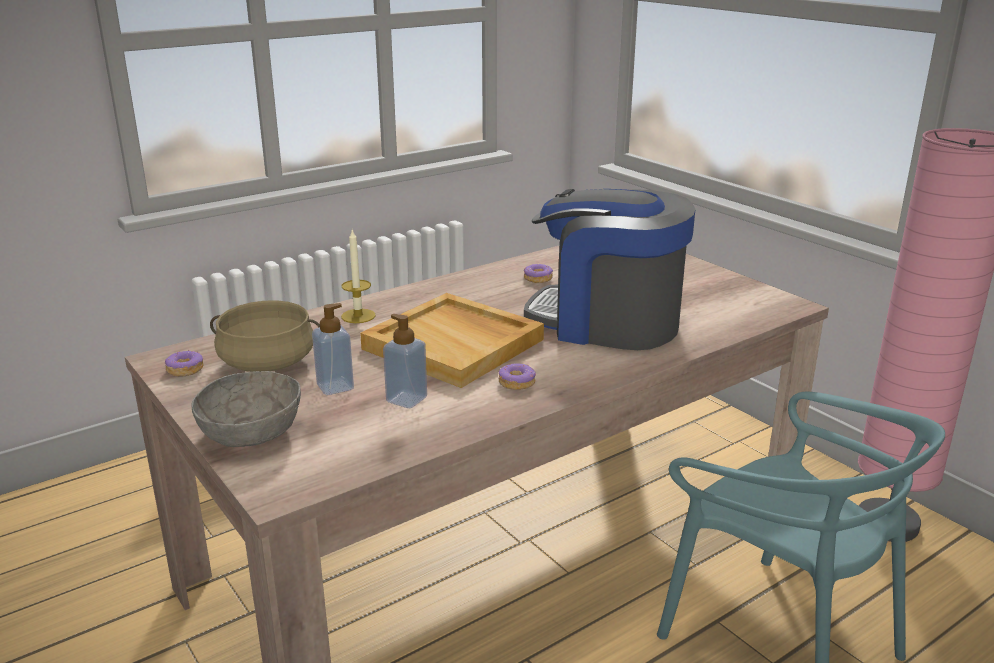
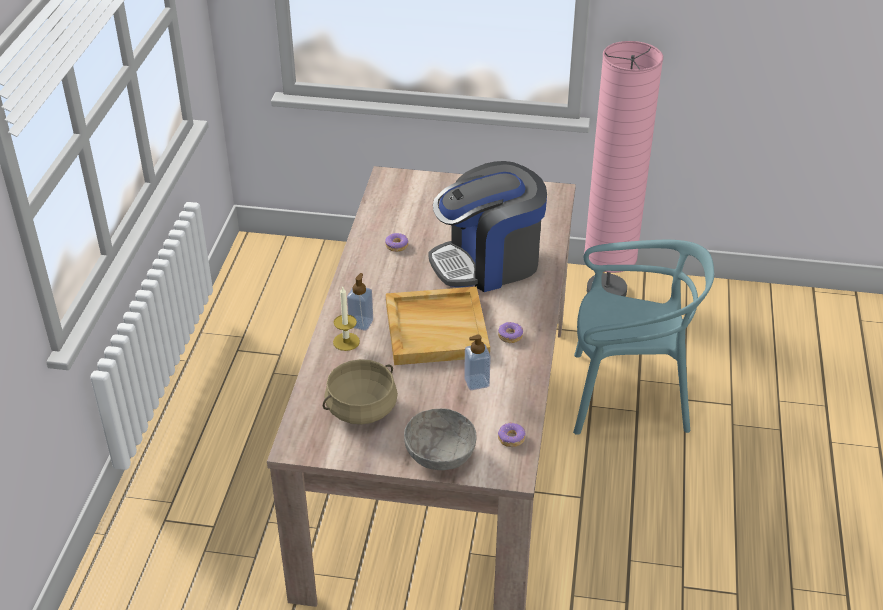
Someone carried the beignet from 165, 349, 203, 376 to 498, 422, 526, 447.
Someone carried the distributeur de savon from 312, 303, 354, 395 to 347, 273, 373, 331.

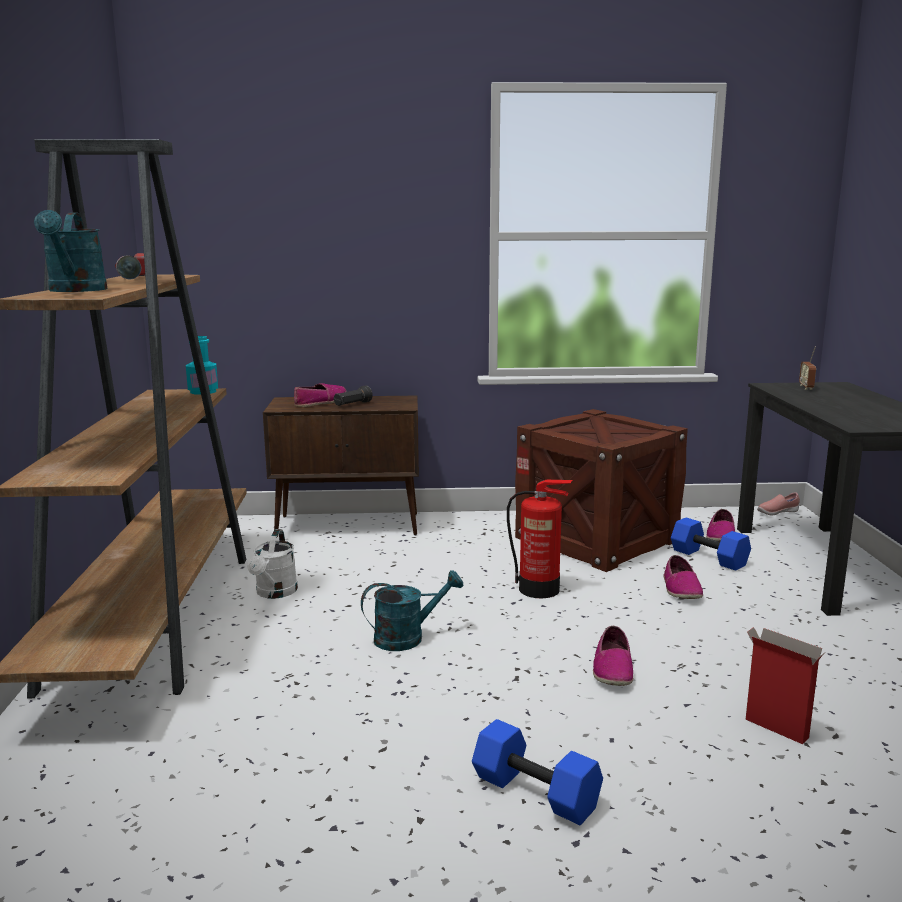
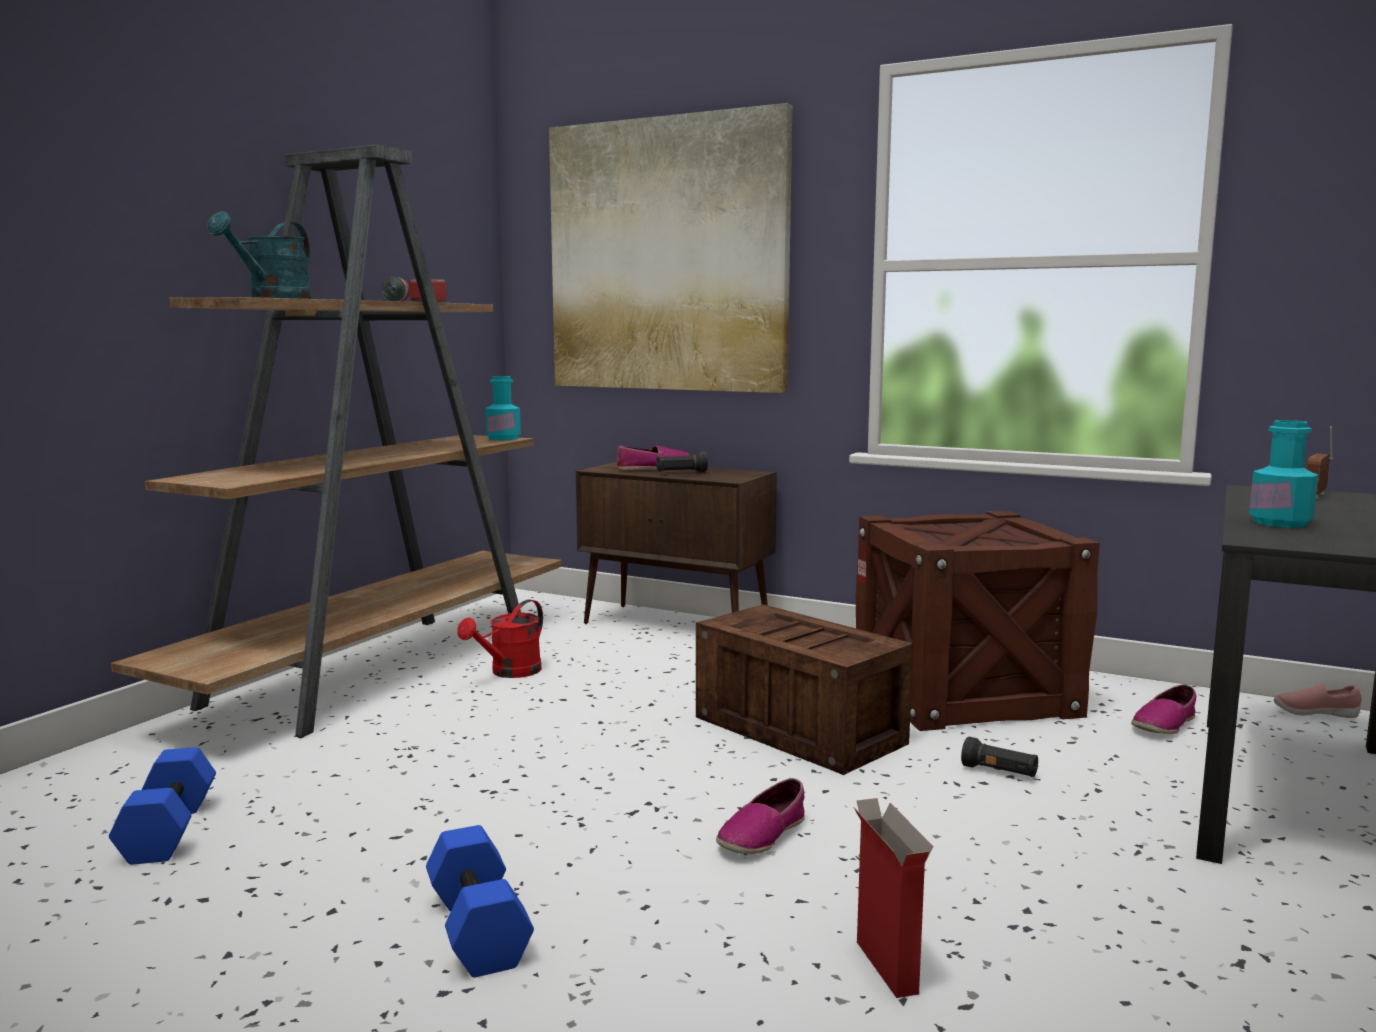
Someone took away the arrosoir [turquoise] at 361, 570, 464, 651.
Someone put up the tableau at 549, 103, 792, 393.
Someone put down the bouteille [turquoise] at 1249, 420, 1319, 528.
Someone carried the haltère [bleu] from 671, 518, 751, 571 to 109, 747, 216, 865.
Someone swapped the extincteur at 507, 480, 572, 598 for the caisse at 696, 604, 913, 775.
Someone swapped the chaussure at 664, 555, 703, 599 for the lampe de poche [noir] at 961, 737, 1038, 777.
Someone repainted the arrosoir [blanc] at 247, 529, 298, 599, which became the arrosoir [rouge] at 457, 600, 543, 678.

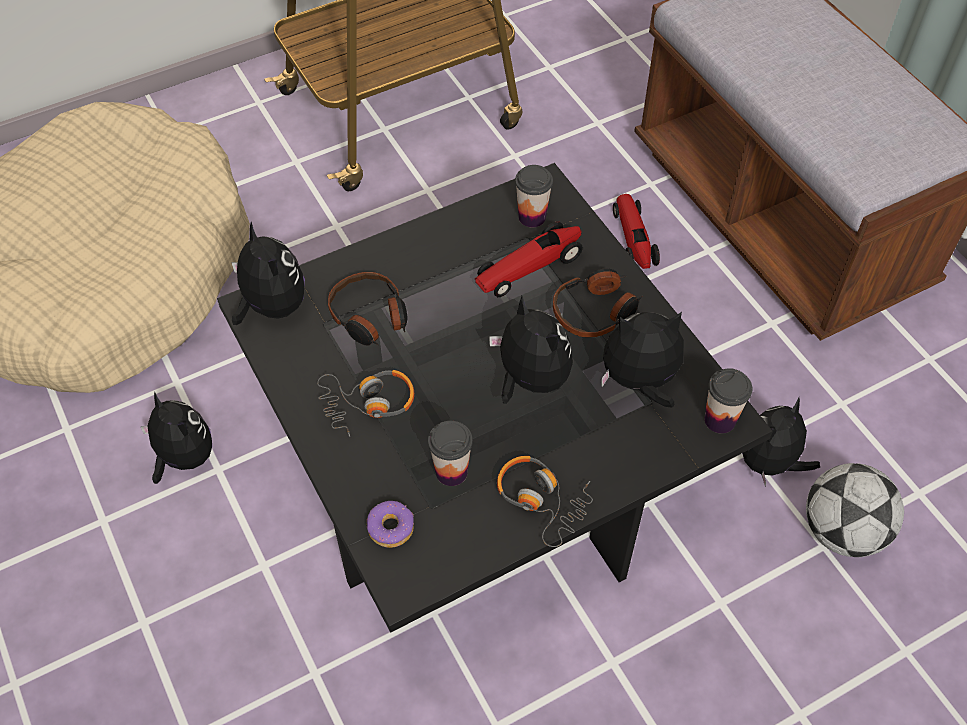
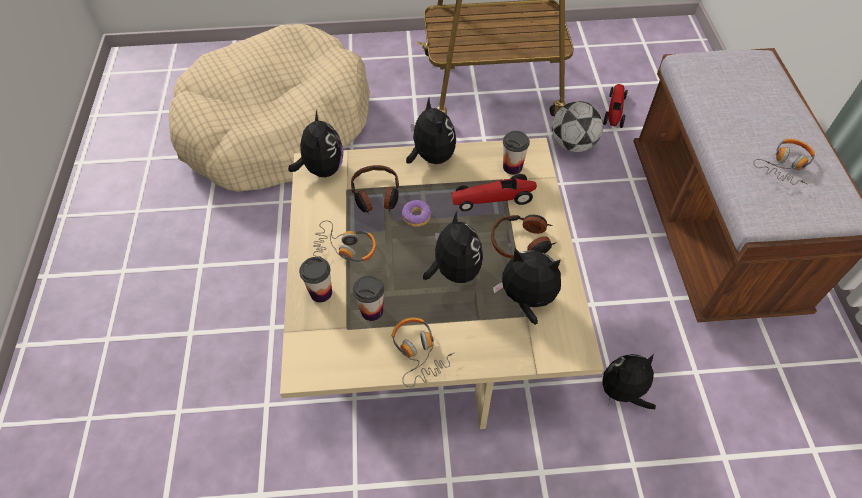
Someone put down the casque audio at 753, 139, 815, 185.
Someone carried the peluche from 140, 391, 212, 484 to 406, 98, 456, 164.
Someone carried the beignet from 367, 501, 414, 548 to 402, 200, 432, 227.
Someone carried the petite voiture from 613, 194, 660, 269 to 603, 84, 628, 128.
Someone carried the tasse from 704, 368, 752, 434 to 299, 257, 332, 302.
Someone carried the ballon de foot from 806, 463, 904, 557 to 552, 101, 603, 152.
Someone repainted the table basse [noir] at 217, 163, 773, 633, which became the table basse [beige] at 280, 138, 604, 429.

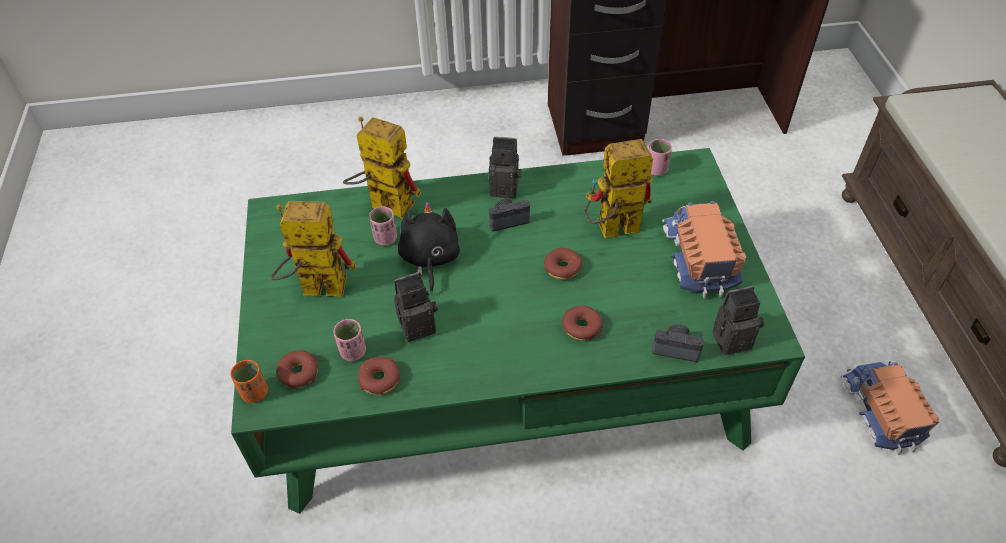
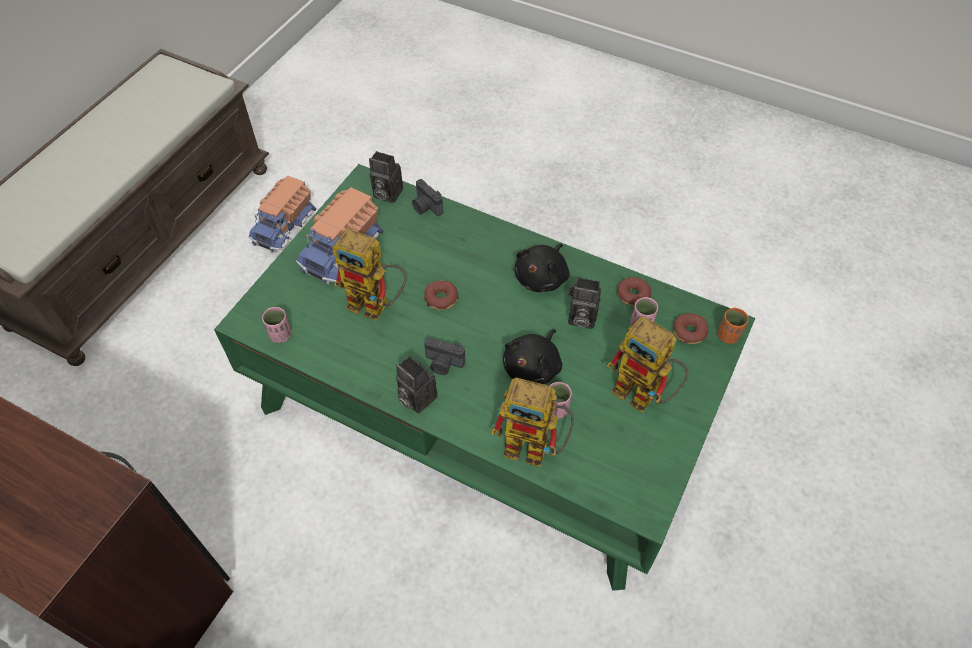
Someone took away the beignet at 562, 306, 603, 340.
Someone put down the peluche [noir] at 514, 243, 569, 292.
Someone rotated the robot jouet at 343, 117, 421, 219 by 45 degrees counterclockwise.

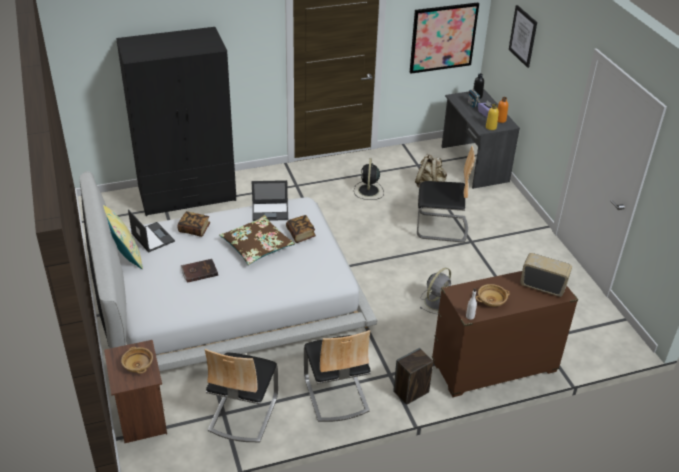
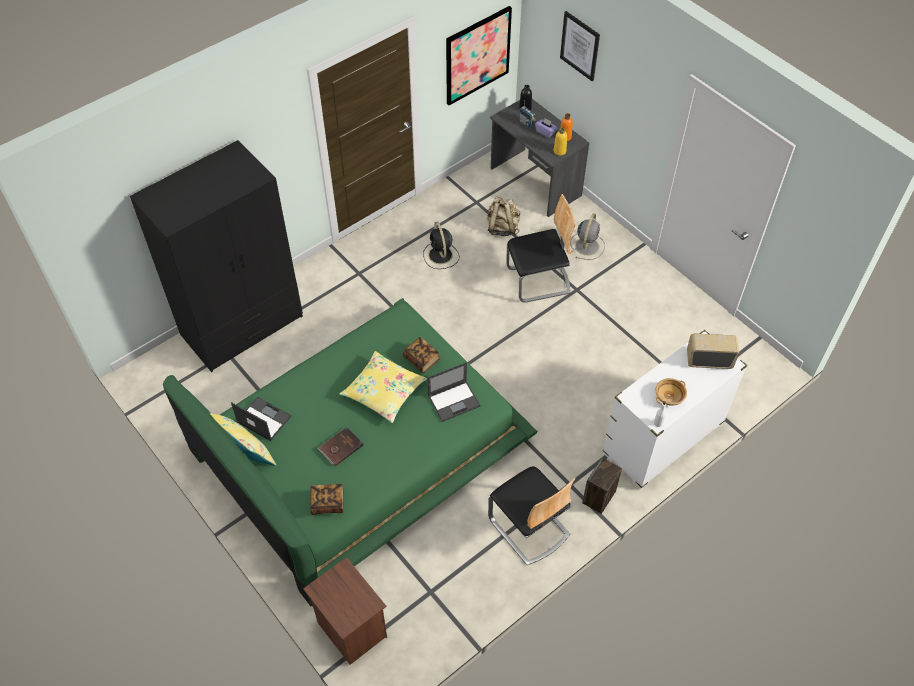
Someone took away the bol [beige] at 121, 347, 153, 374.
Someone took away the chaise at 205, 349, 278, 442.
Someone carried the livre from 177, 211, 210, 237 to 310, 484, 344, 515.
Someone carried the ordinateur portable from 251, 180, 288, 221 to 427, 362, 481, 422.
Someone carried the ventilateur [gris] from 419, 268, 451, 314 to 570, 213, 605, 260.
Someone repainted the lit [blanc] at 80, 171, 378, 372, which became the lit [vert] at 163, 298, 537, 606.
Someone repainted the coussin [marron] at 219, 215, 295, 265, which became the coussin [jaune] at 340, 351, 427, 423.
Someone repainted the commode [marron] at 432, 271, 578, 397, which became the commode [blanc] at 603, 330, 747, 489.

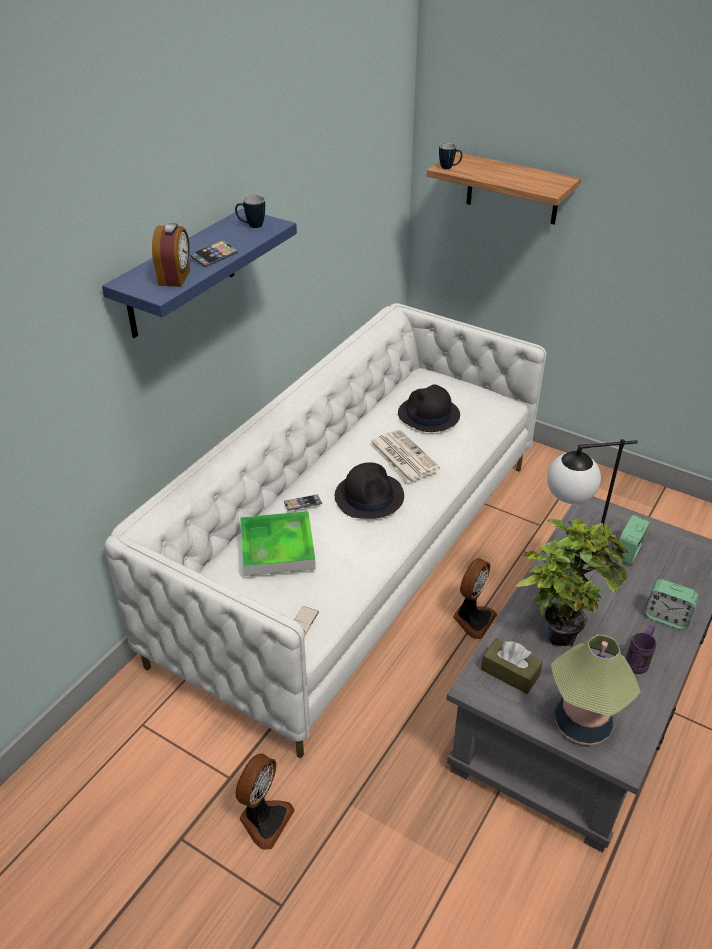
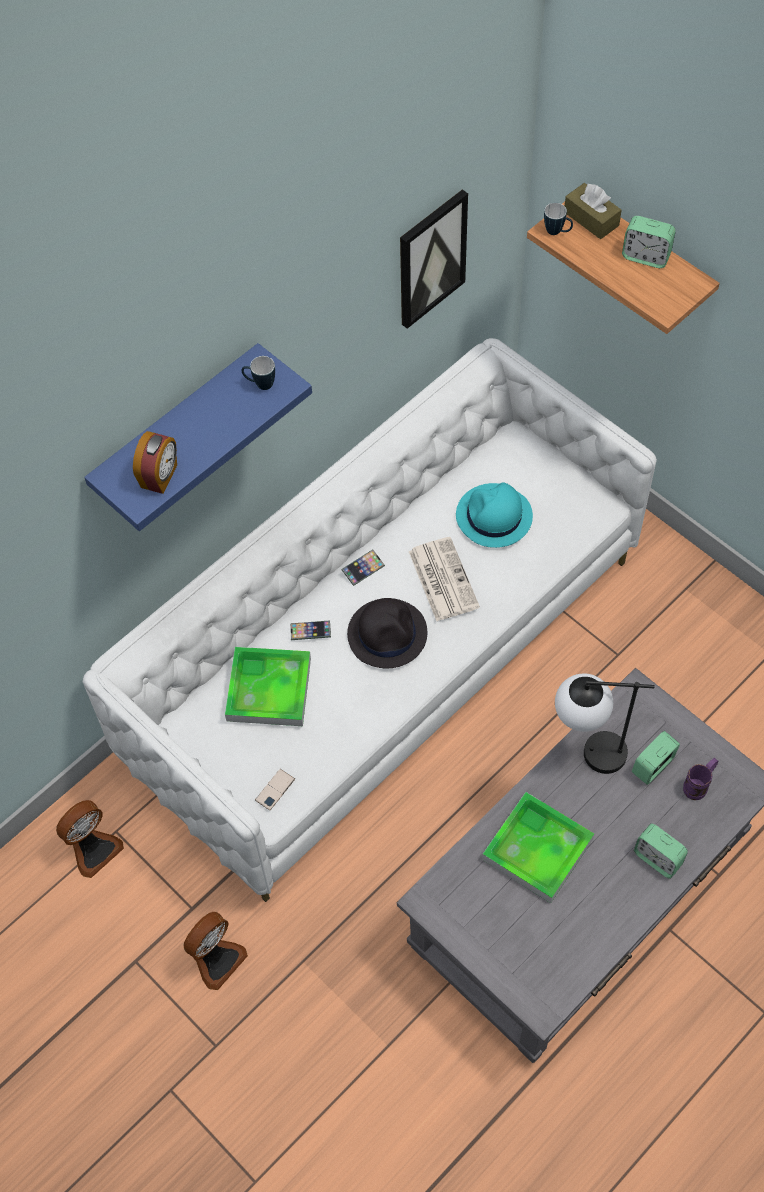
Someone took away the lampe de table at 551, 634, 641, 745.
Someone put up the tableau at 400, 189, 468, 329.
Someone put down the réveil at 622, 216, 676, 268.
Someone carried the téléphone from 190, 240, 238, 267 to 341, 549, 385, 586.
Someone carried the ventilateur from 453, 558, 498, 639 to 56, 800, 124, 878.
Someone carried the boîte à mouchoirs [marron] from 481, 638, 543, 694 to 565, 183, 622, 239.
Someone carried the mug [violet] from 625, 625, 657, 674 to 683, 758, 718, 800.
Someone swapped the plante en pot at 515, 519, 628, 646 for the plateau at 482, 792, 594, 903.
Someone repainted the chapeau [noir] at 398, 385, 460, 432, which became the chapeau [turquoise] at 456, 482, 533, 548.

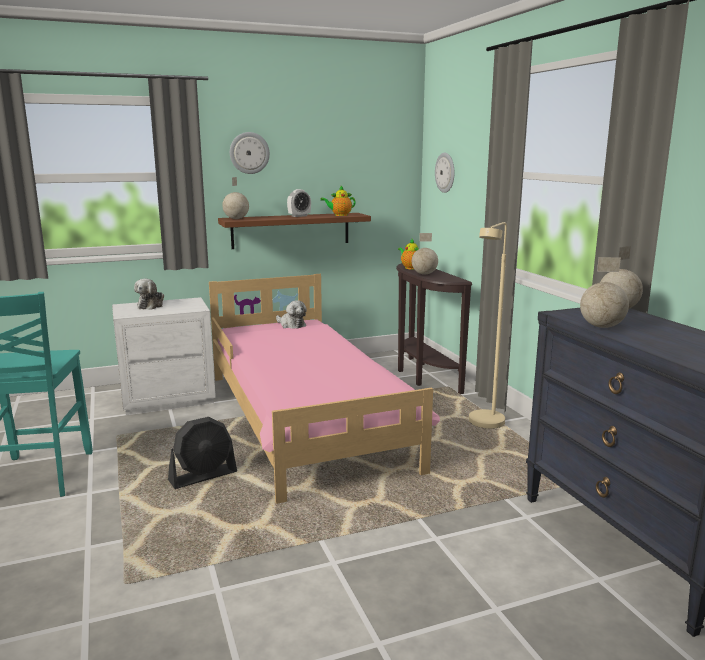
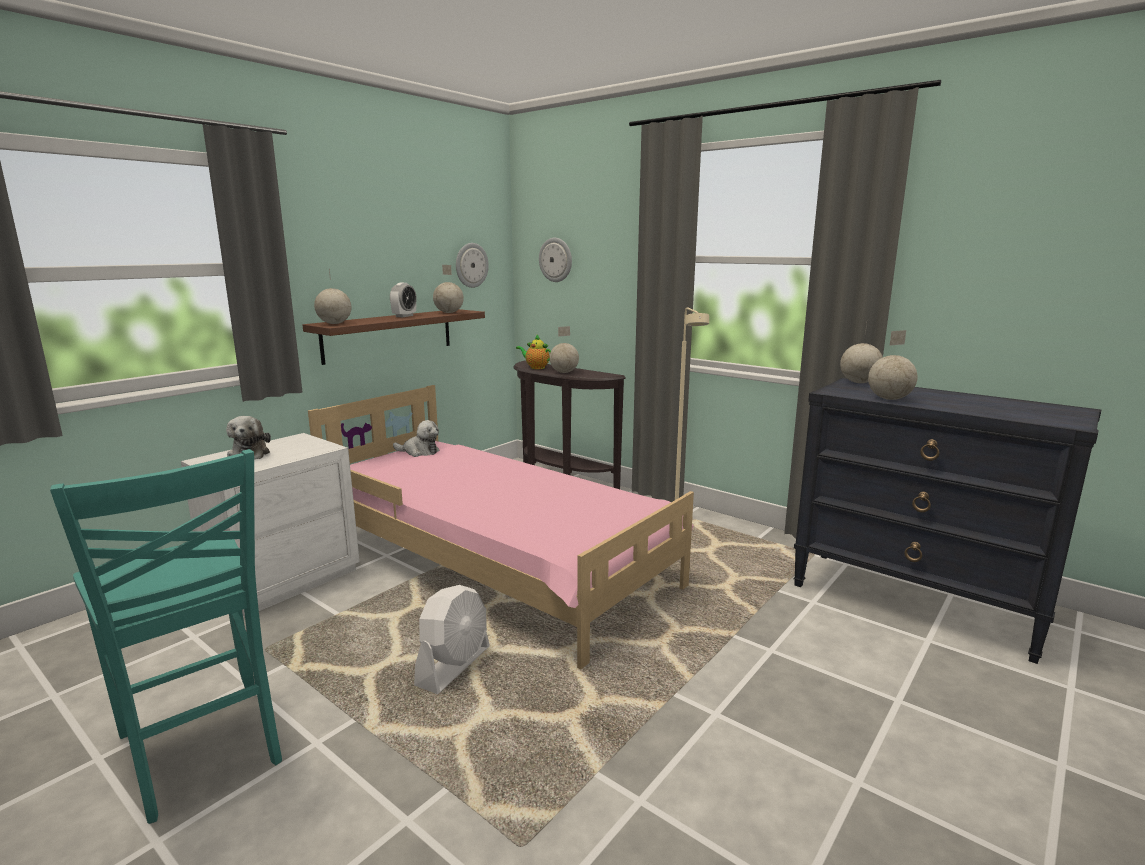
Someone carried the horloge murale from 230, 132, 270, 174 to 456, 243, 489, 288.
Someone swapped the théière at 320, 186, 356, 216 for the globe at 433, 265, 464, 313.
Someone repainted the ventilateur [noir] at 168, 417, 237, 489, which became the ventilateur [blanc] at 414, 585, 490, 694.

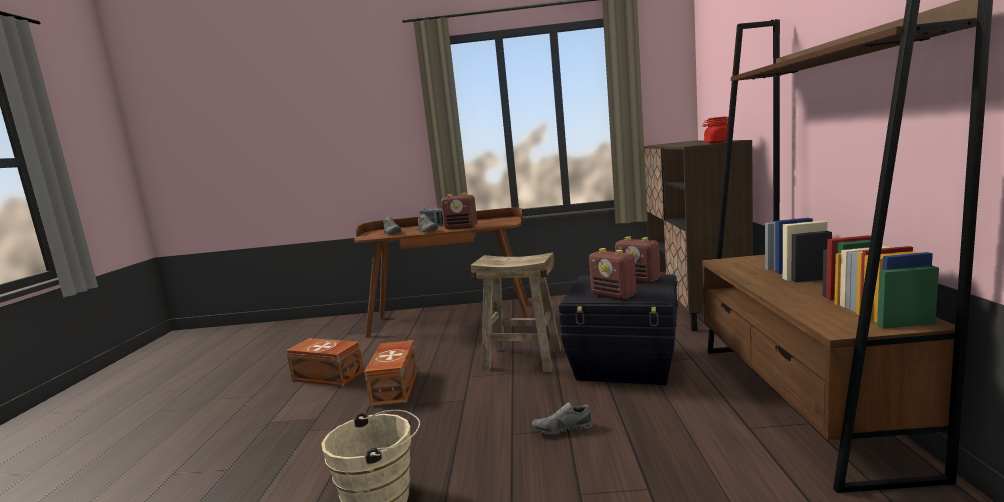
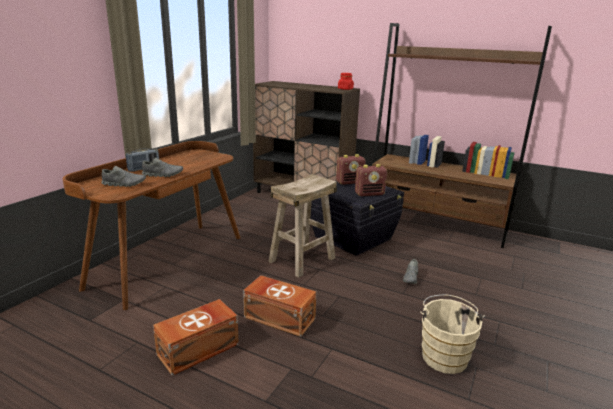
Someone took away the radio at 441, 193, 477, 229.

